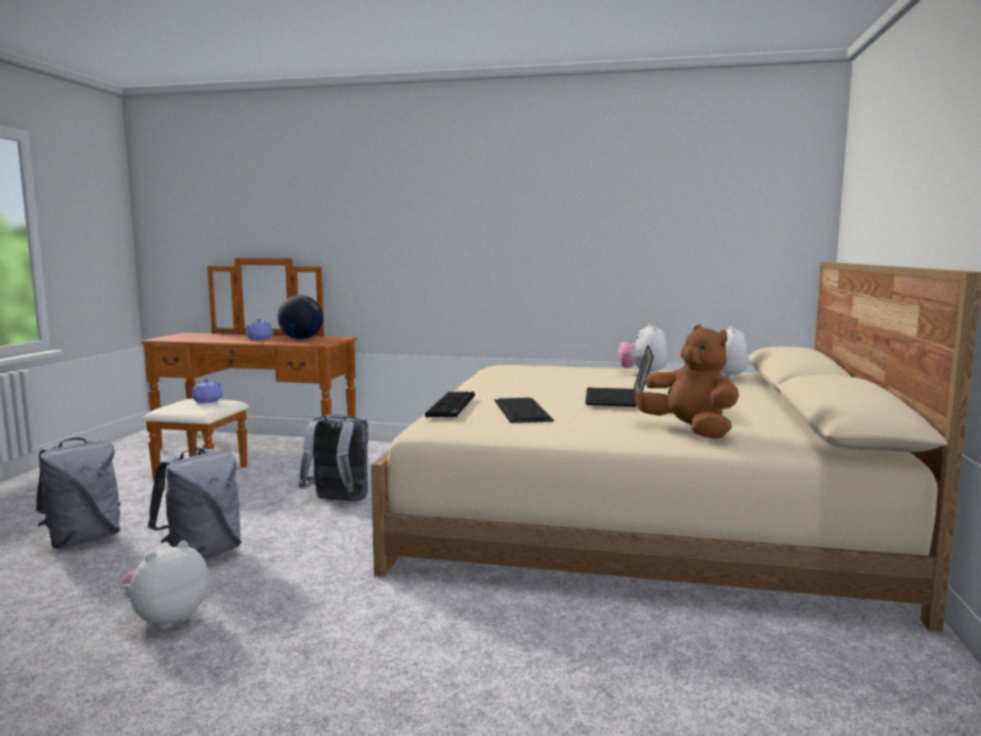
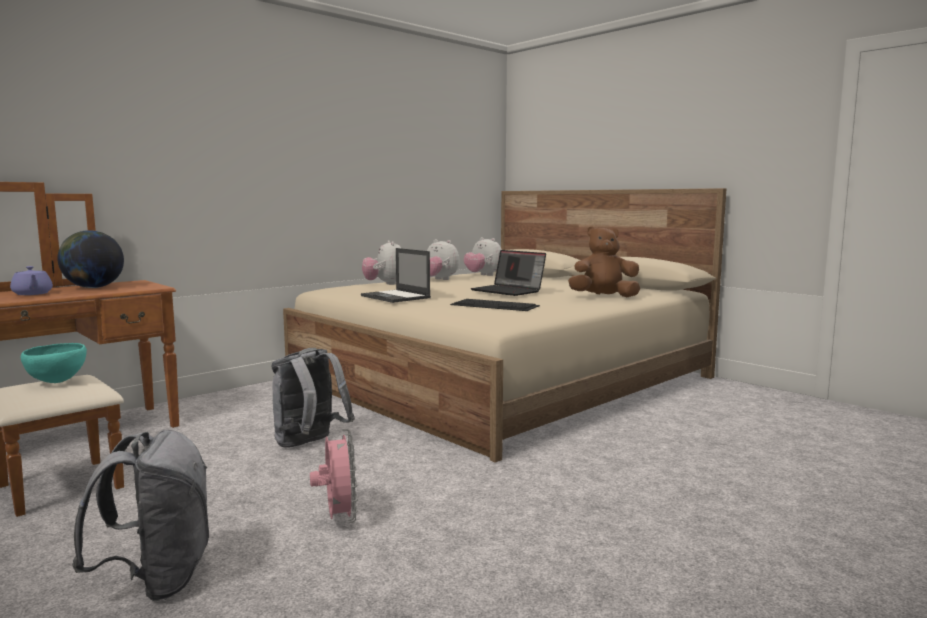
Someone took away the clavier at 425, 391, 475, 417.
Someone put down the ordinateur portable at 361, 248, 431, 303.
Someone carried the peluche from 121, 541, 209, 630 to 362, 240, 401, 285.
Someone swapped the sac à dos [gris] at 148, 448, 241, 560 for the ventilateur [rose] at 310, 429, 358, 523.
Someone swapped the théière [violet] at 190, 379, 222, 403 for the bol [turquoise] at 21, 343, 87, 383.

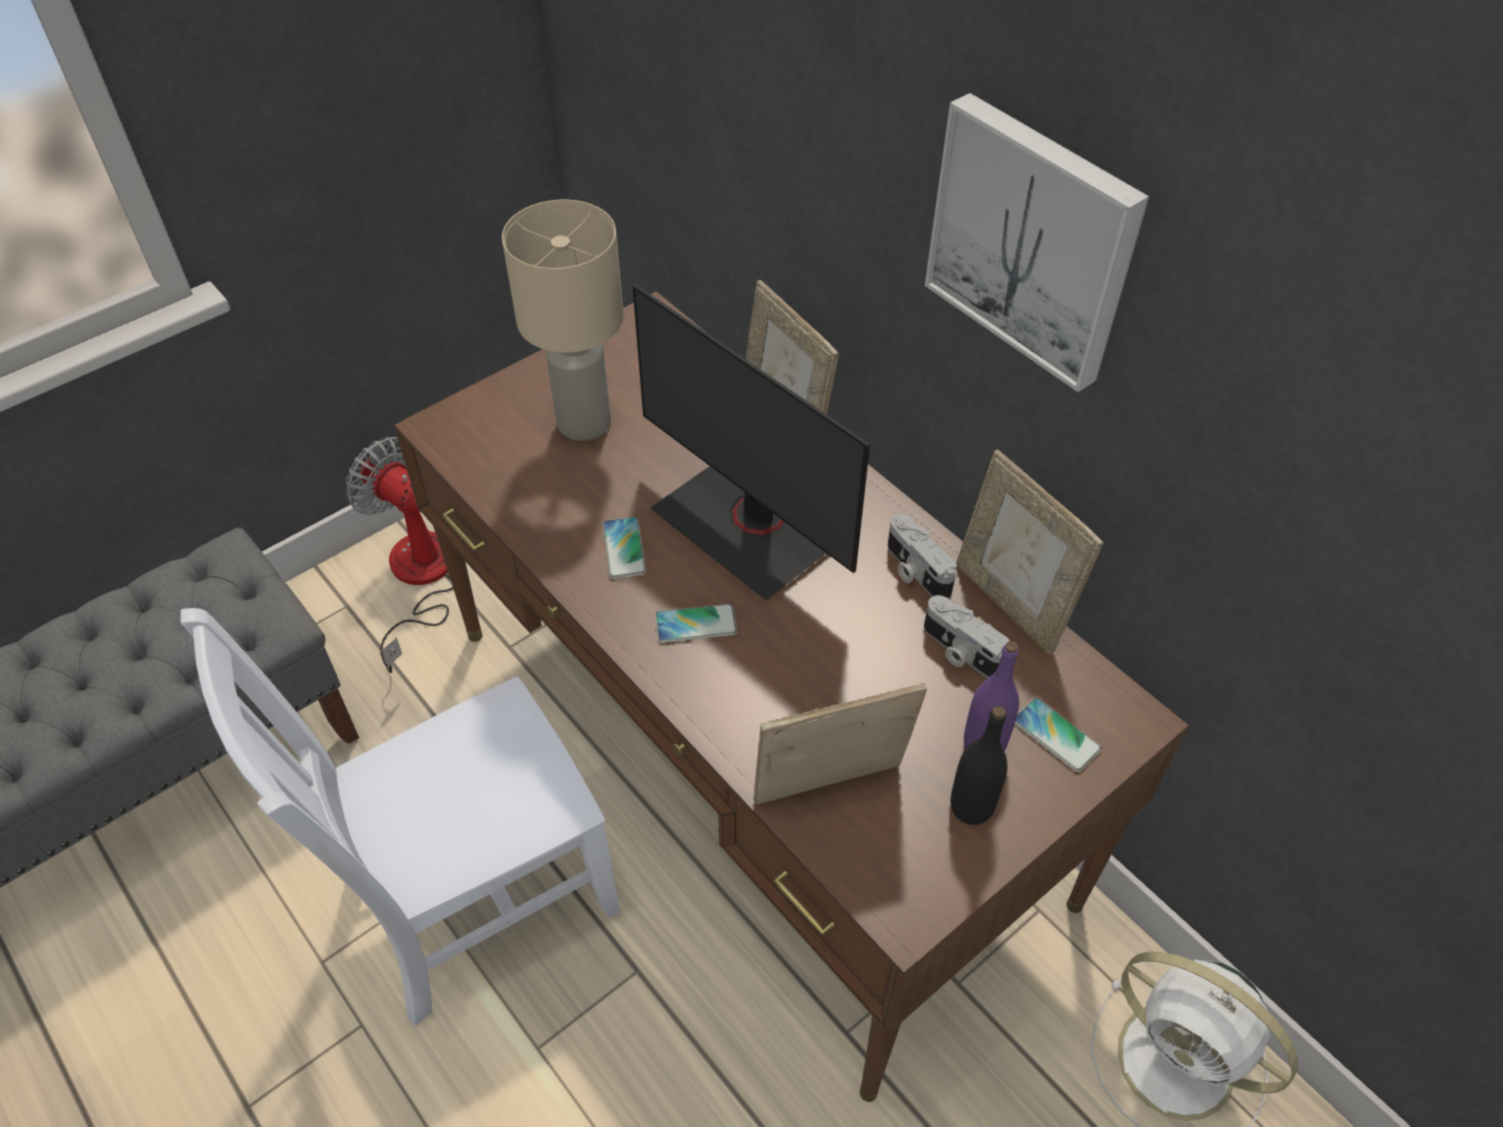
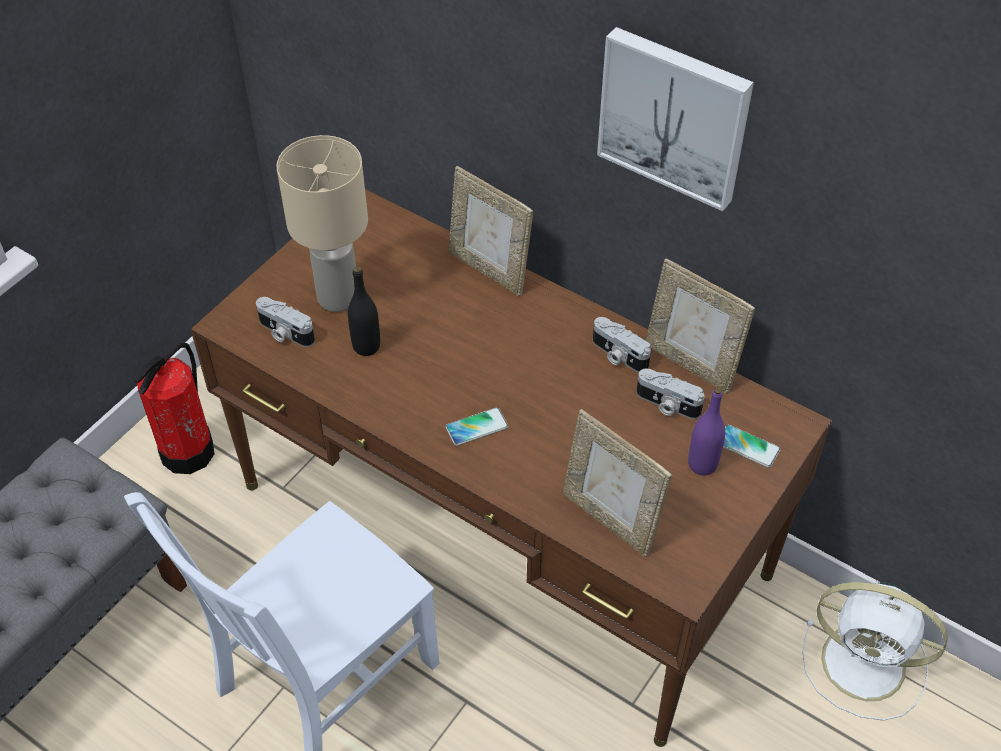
Someone took away the téléphone at 603, 517, 646, 579.
Someone took away the écran d'ordinateur at 632, 284, 870, 601.
Someone put down the appareil photo at 256, 297, 315, 347.
Someone carried the bouteille [noir] from 951, 706, 1007, 825 to 348, 266, 380, 356.
Someone swapped the ventilateur at 346, 437, 453, 673 for the extincteur at 134, 343, 214, 474.
Someone rotated the cadre photo at 753, 683, 927, 804 by 105 degrees counterclockwise.

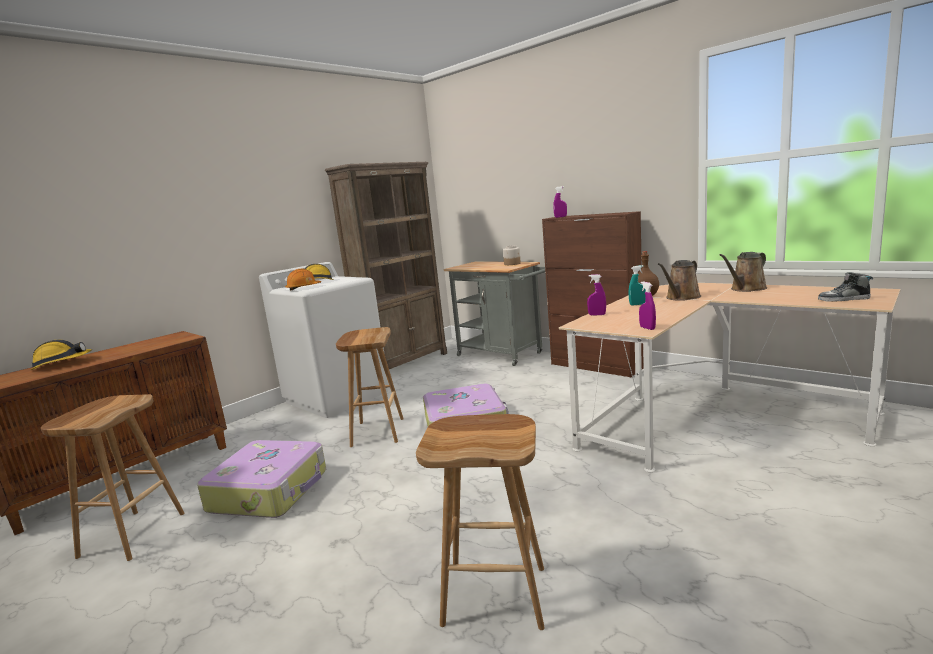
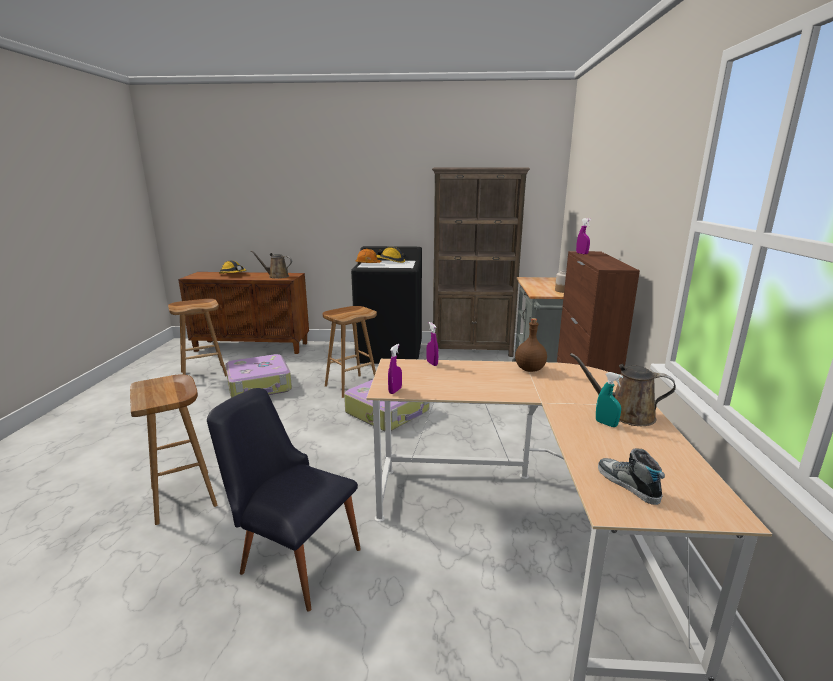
Someone put down the chaise [noir] at 207, 388, 361, 612.
Someone carried the vaporisateur [turquoise] from 629, 265, 646, 306 to 596, 372, 623, 427.
Someone carried the arrosoir [marron] from 658, 260, 701, 301 to 250, 251, 292, 278.
Someone repainted the lave-linge [blanc] at 259, 262, 389, 418, which became the lave-linge [noir] at 351, 246, 422, 364.

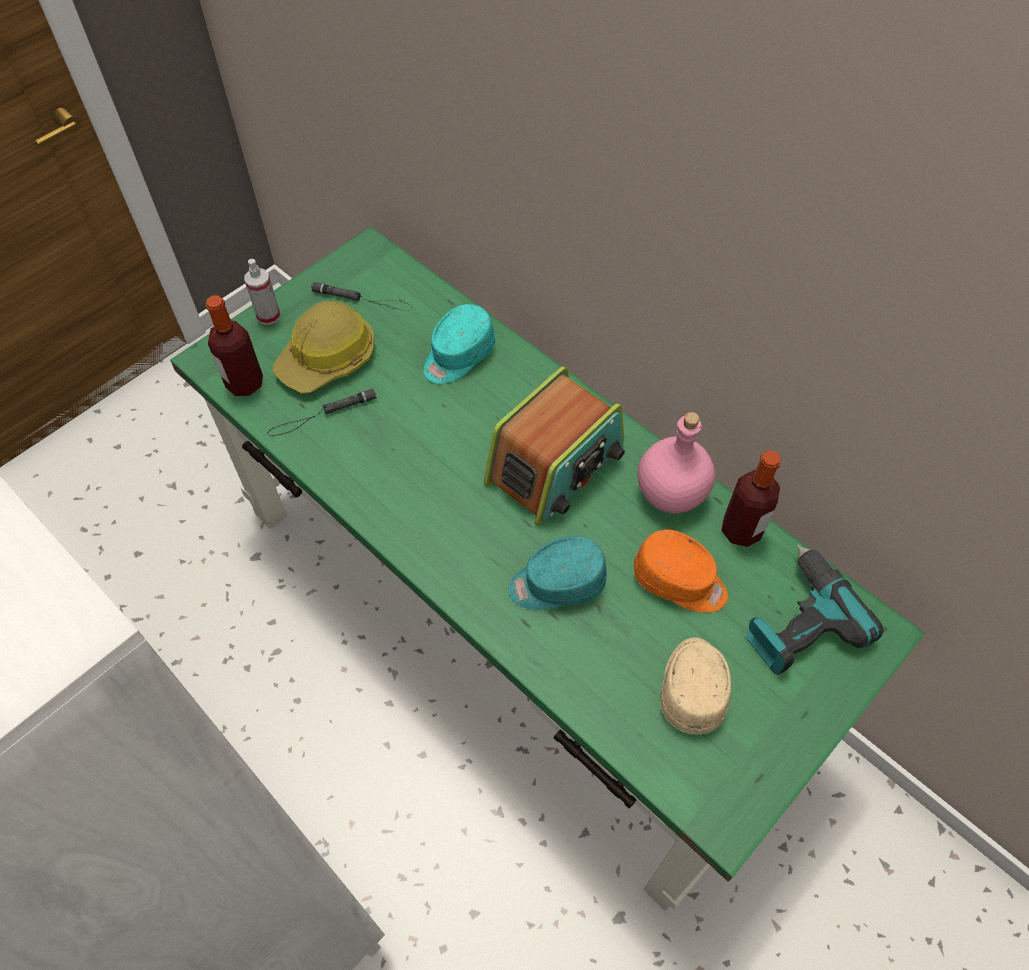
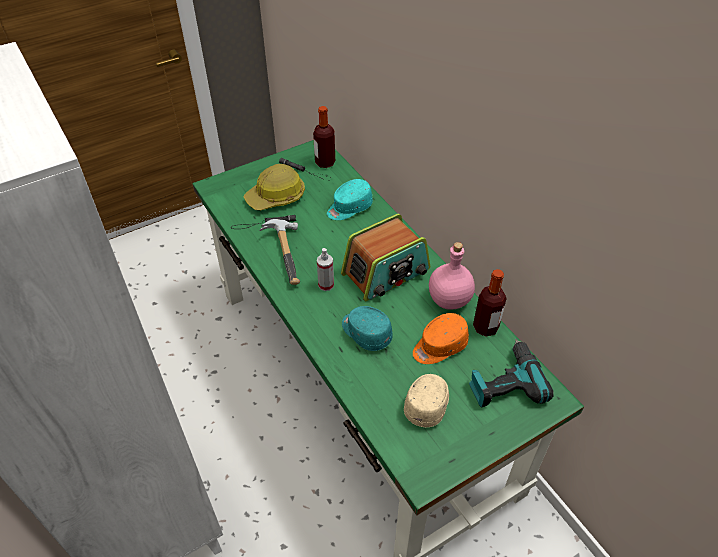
Someone put down the marteau at 259, 219, 300, 285.
Someone carried the bouteille from 206, 296, 263, 396 to 313, 106, 335, 168.
Someone carried the vaporisateur from 244, 259, 280, 325 to 317, 248, 334, 291.
Someone rotated the casquette [turquoise] at 508, 536, 607, 610 by 45 degrees clockwise.
Someone rotated the casquette [orange] at 634, 529, 728, 613 by 105 degrees clockwise.

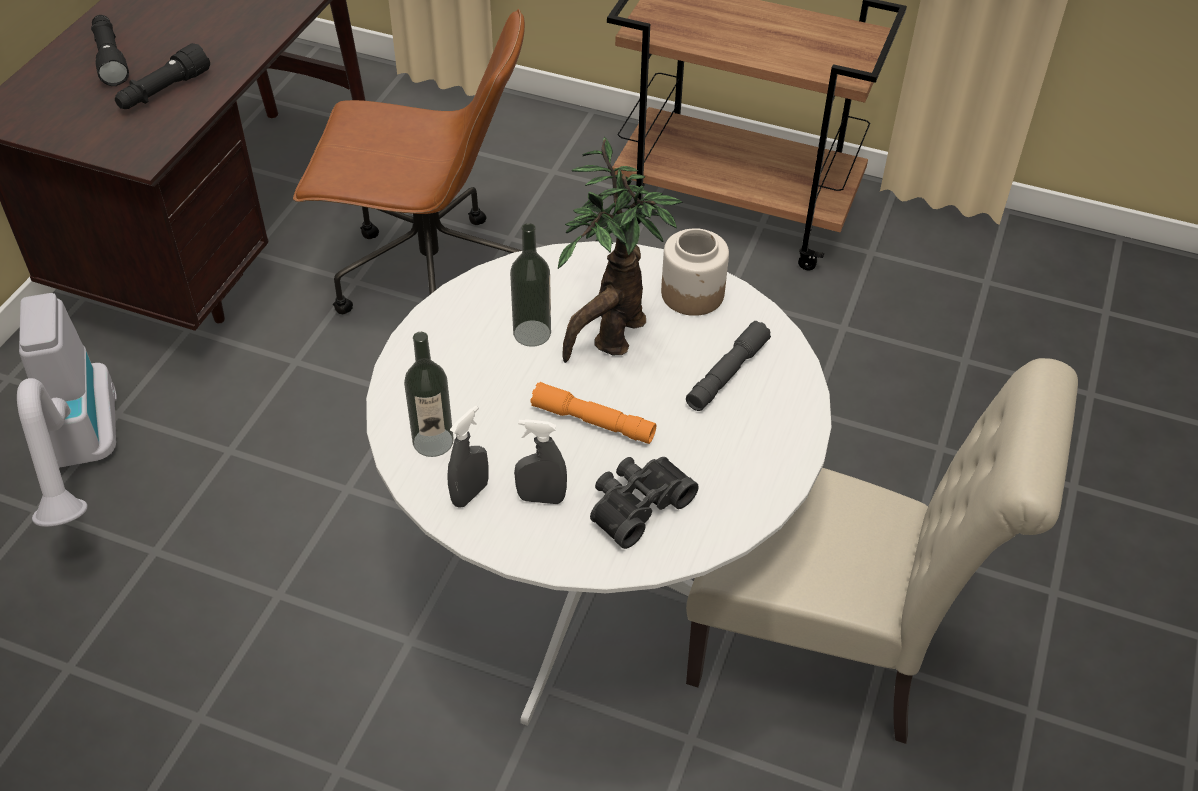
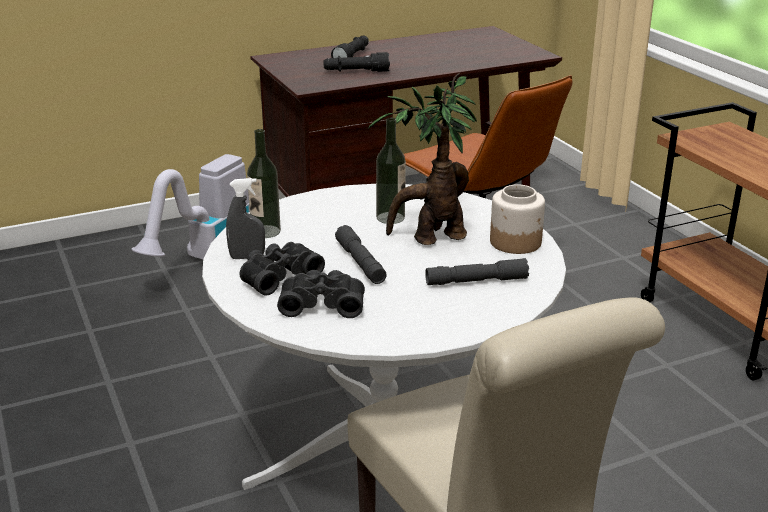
Someone swapped the vaporisateur [gris] at 514, 419, 567, 504 for the jumelles [noir] at 239, 242, 325, 295.
Someone repainted the lampe de poche [orange] at 530, 382, 656, 444, which became the lampe de poche [gris] at 335, 225, 387, 284.

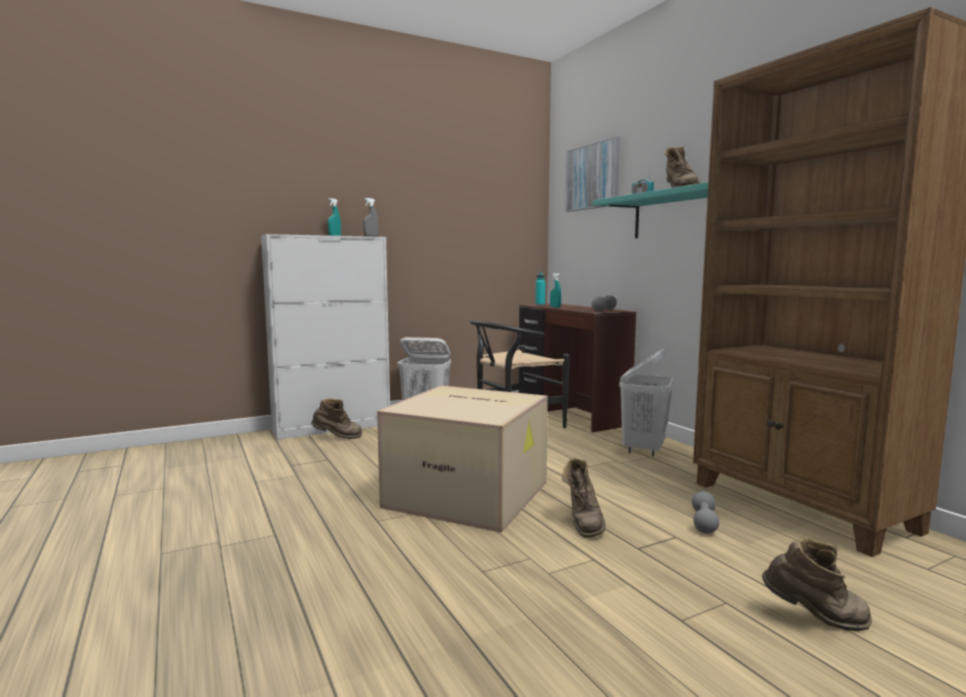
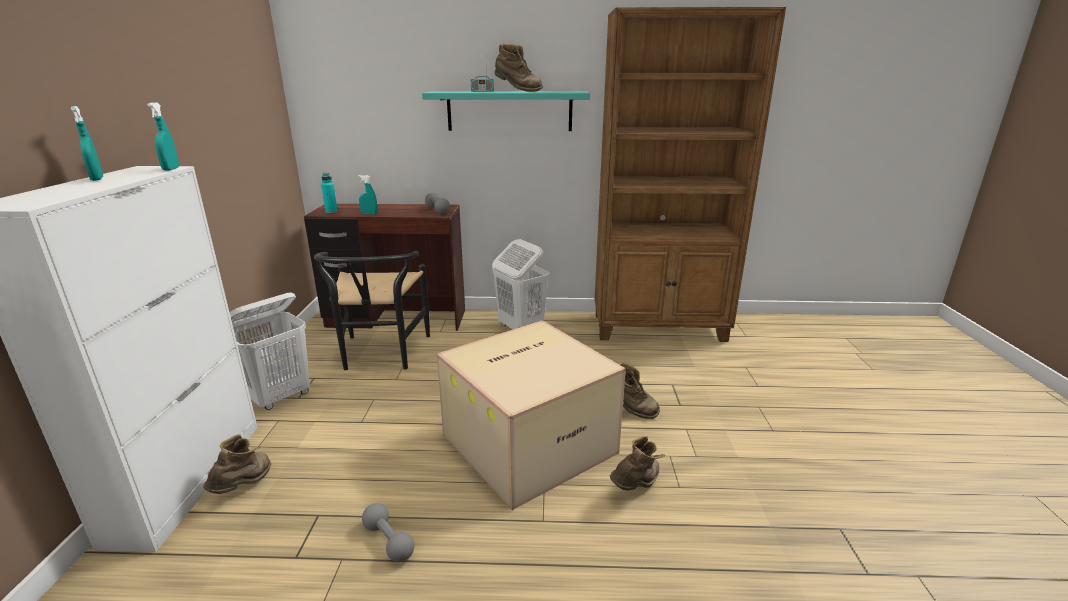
Someone took away the tableau at 565, 136, 620, 212.
Someone carried the haltère [gris] from 692, 491, 719, 534 to 362, 503, 414, 562.
Someone carried the botte [marron] from 762, 538, 872, 631 to 610, 436, 665, 490.
Someone repainted the vaporisateur [gris] at 363, 198, 379, 237, which became the vaporisateur [turquoise] at 147, 102, 179, 171.

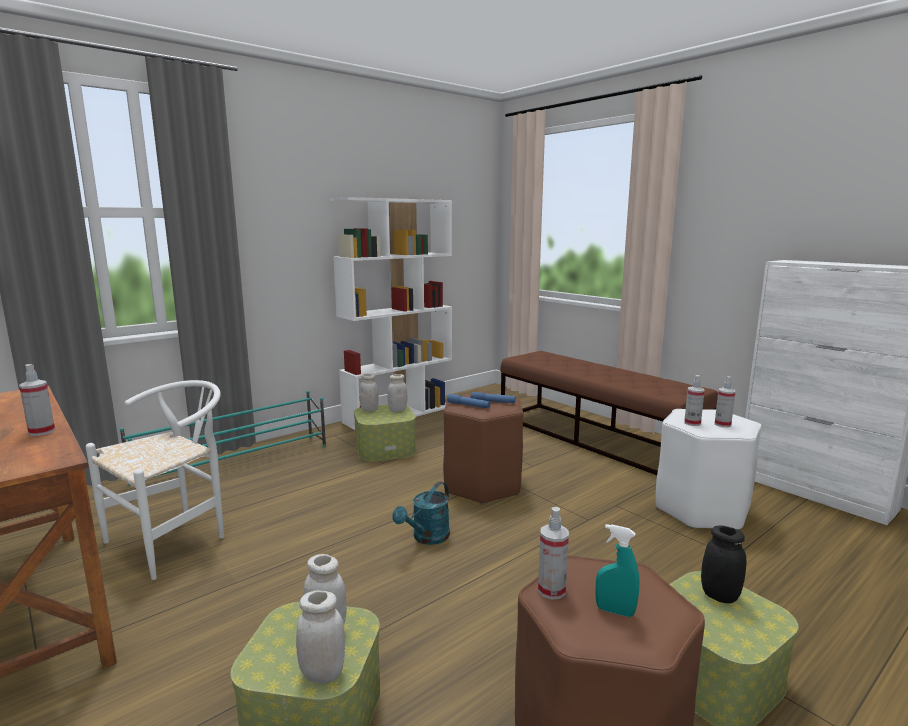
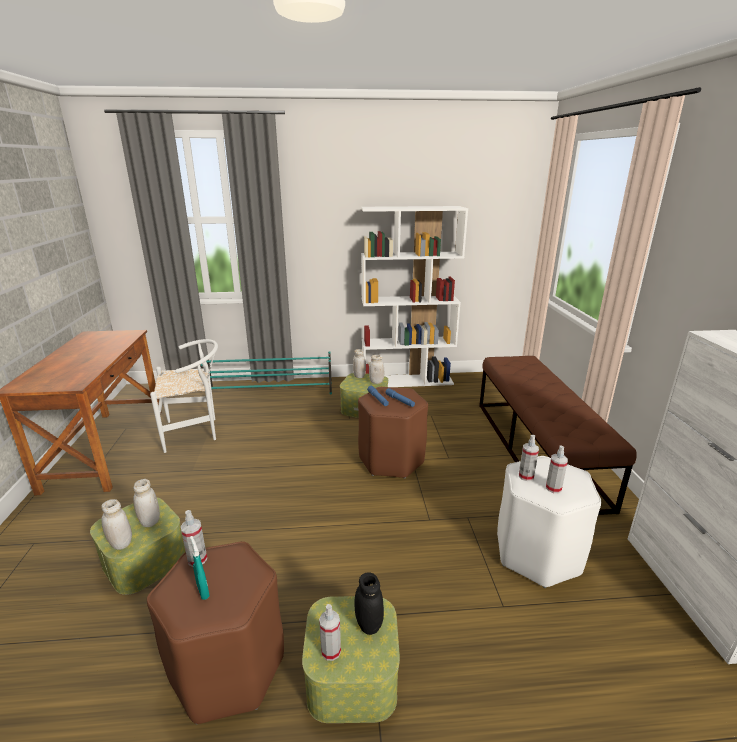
Someone took away the arrosoir [turquoise] at 392, 481, 450, 545.
Someone carried the vaporisateur from 19, 364, 55, 436 to 319, 604, 341, 661.

